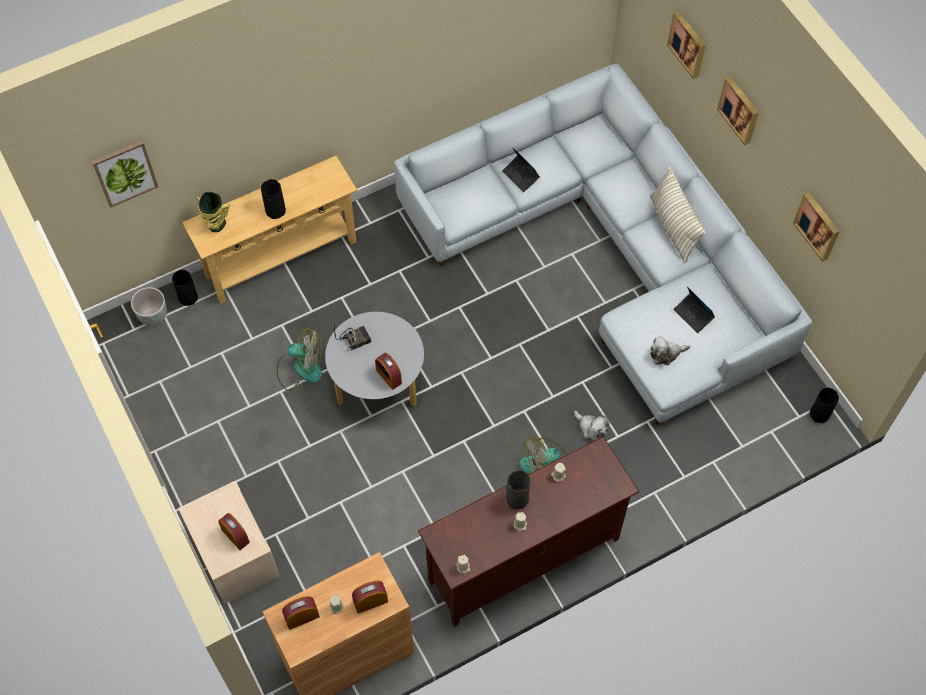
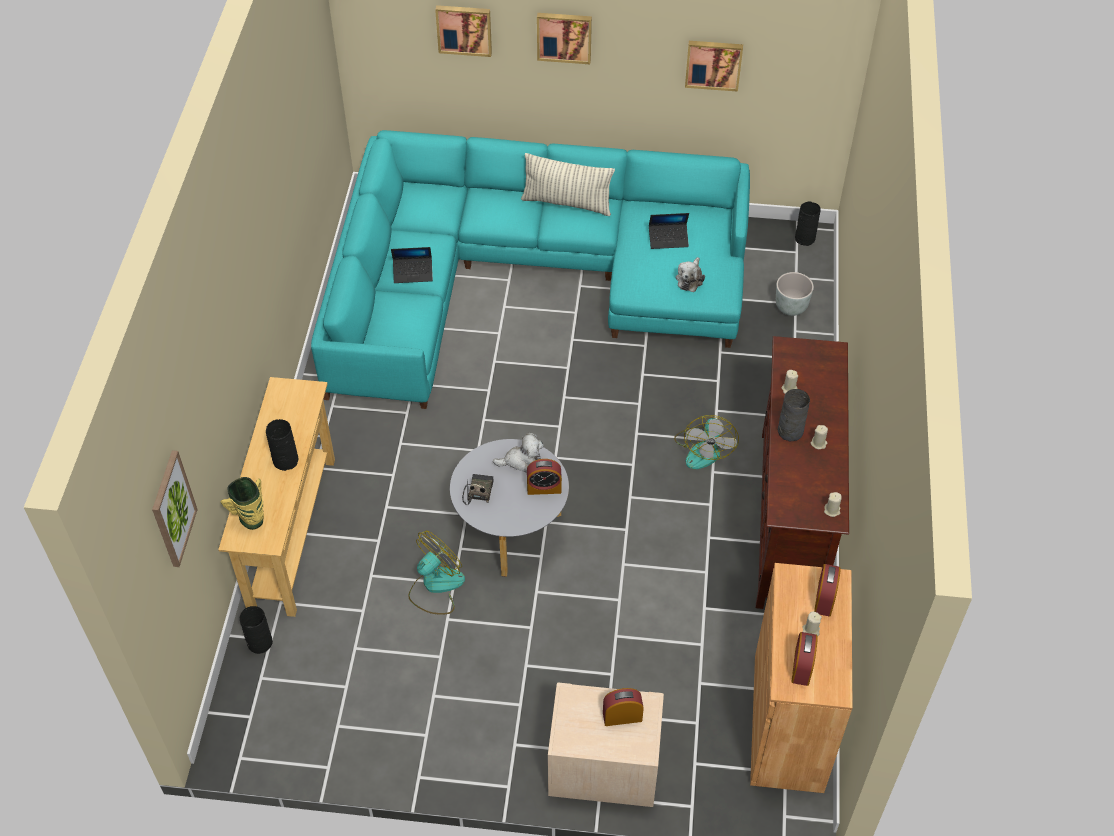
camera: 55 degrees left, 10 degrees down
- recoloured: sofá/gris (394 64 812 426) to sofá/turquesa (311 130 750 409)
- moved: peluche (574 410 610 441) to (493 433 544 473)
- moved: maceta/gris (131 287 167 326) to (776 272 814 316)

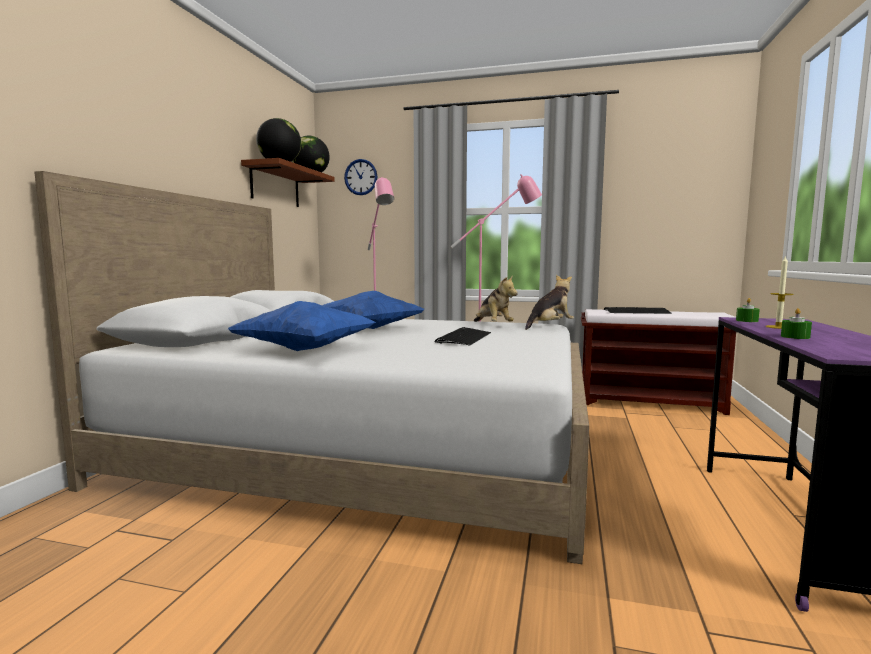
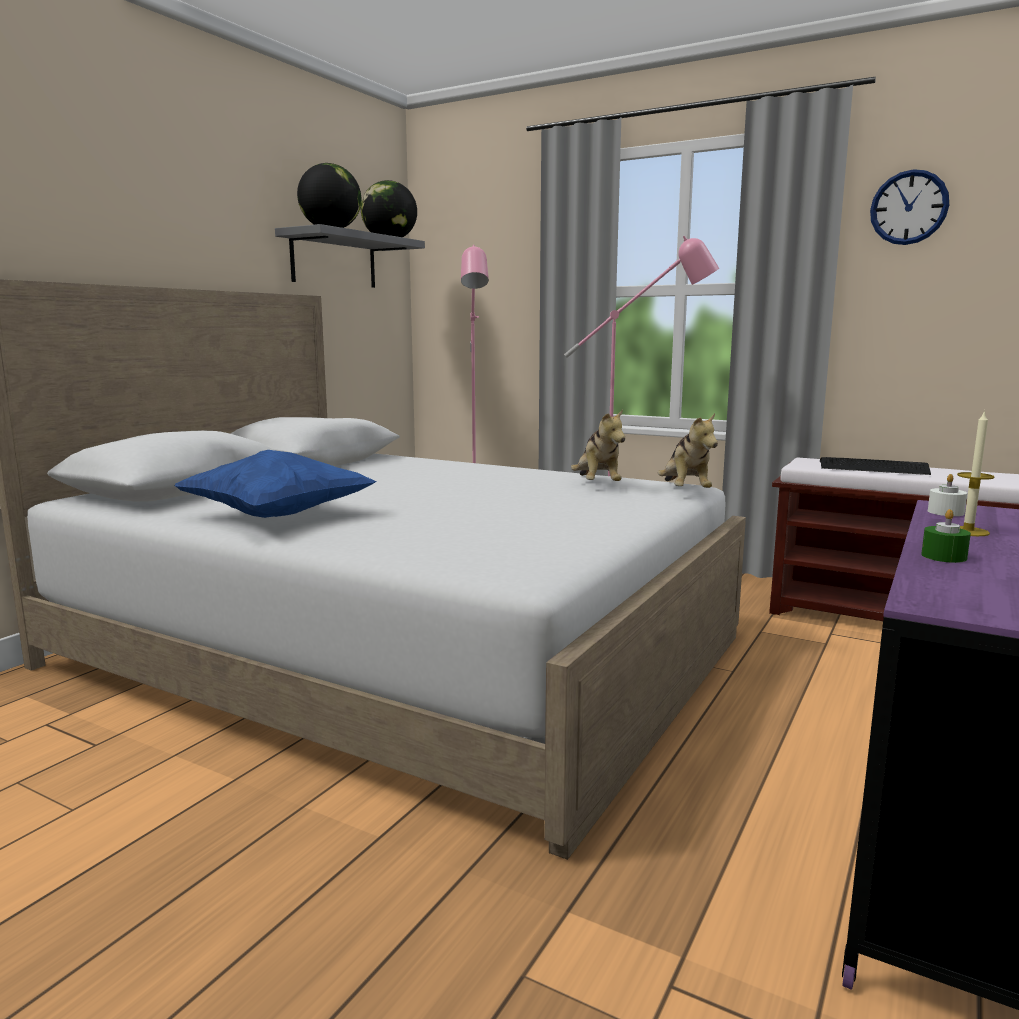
camera: 15 degrees right, 5 degrees up
- recoloured: estante/marrón (241 158 335 207) to estante/gris (275 224 425 288)
- turned: peluche (525 275 574 330) = (658 413 718 488) 105 degrees clockwise
- moved: reloj de pared (344 159 378 195) to (870 169 949 245)
- recoloured: vela/verde (736 298 760 322) to vela/blanco (928 474 967 516)
- removed: cojín/azul (322 291 424 329)
- removed: teclado (435 327 491 345)

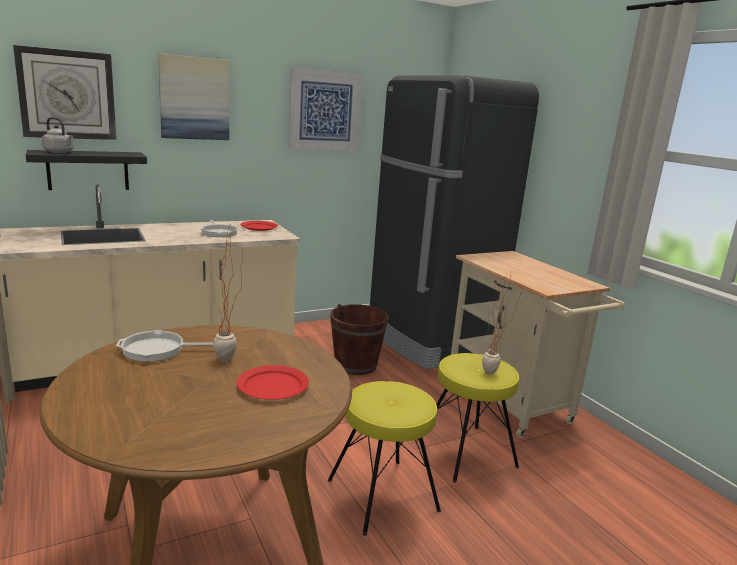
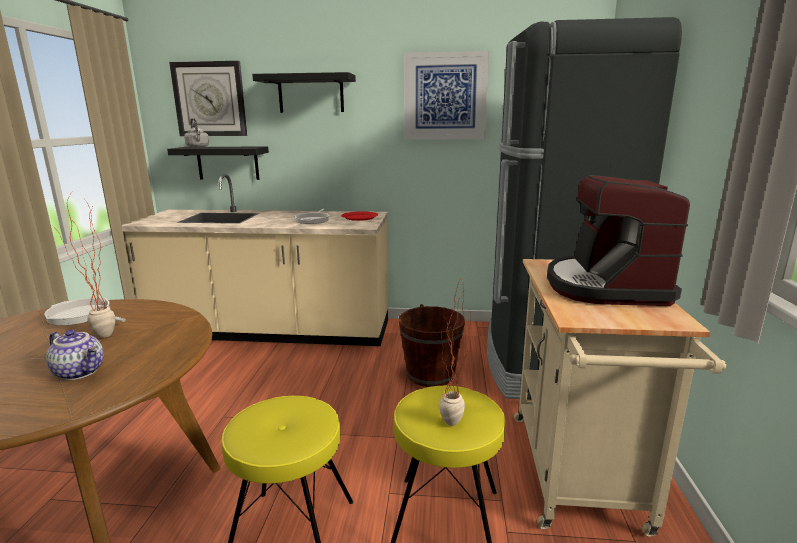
camera: 35 degrees right, 0 degrees up
- replaced: plato/rojo (237 365 309 400) to tetera (46 330 104 380)
- replaced: cuadro (158 53 229 140) to estante/negro (252 72 356 113)
- added: cafetera (547 175 690 306)

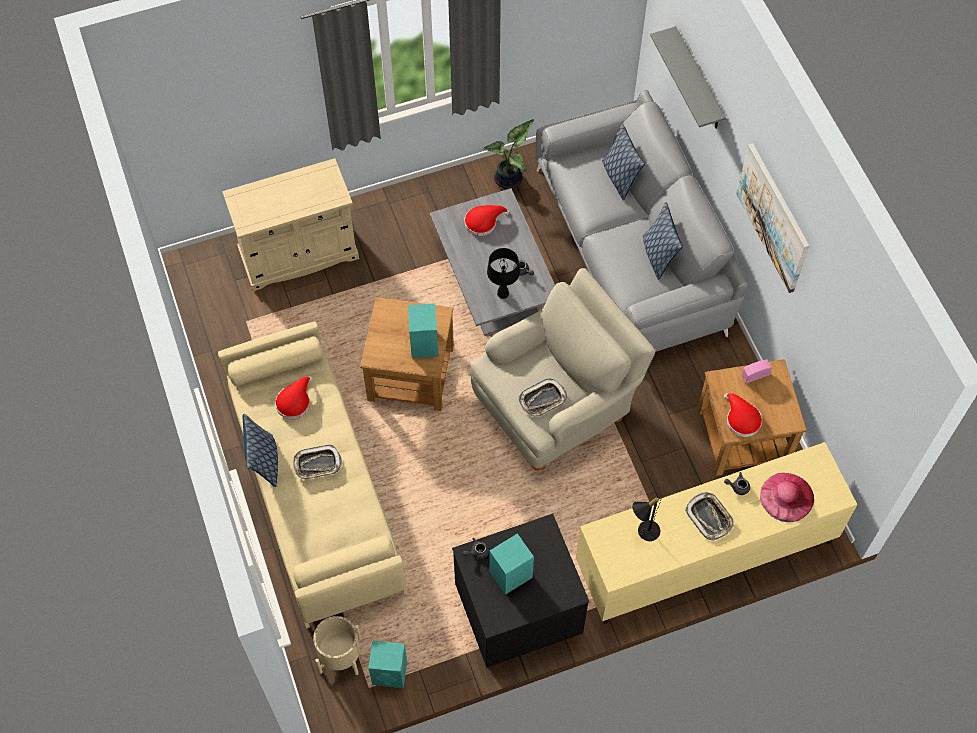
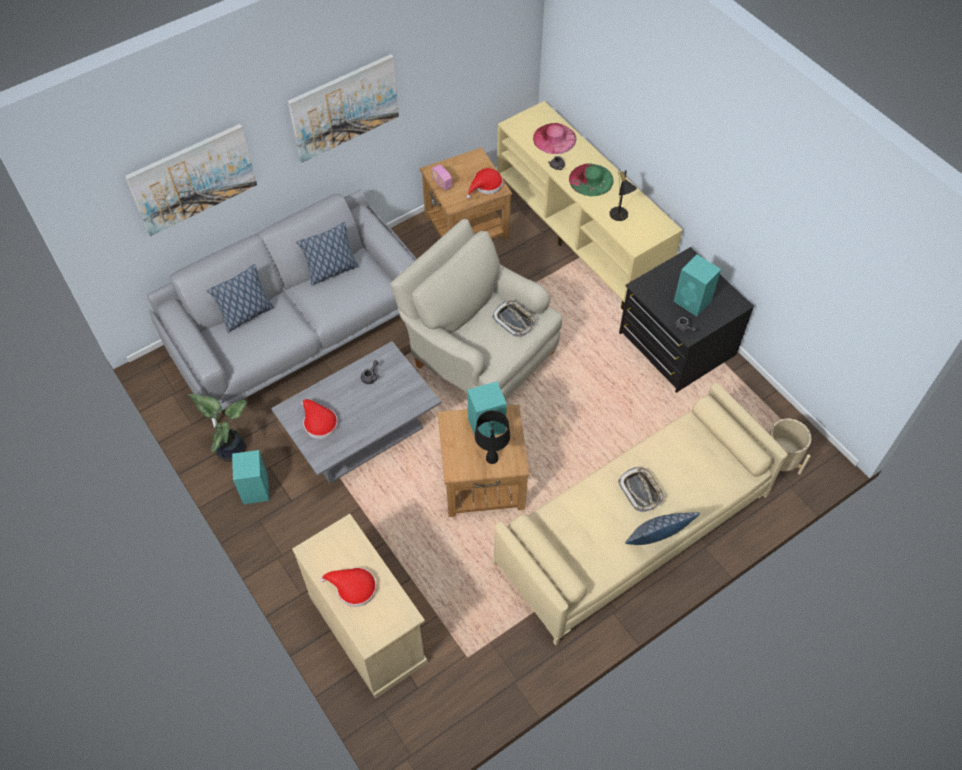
camera: 105 degrees left, 5 degrees down
- replaced: estante/gris (650 26 726 129) to cuadro (125 124 257 236)
- moved: altavoz/turquesa (368 640 407 688) to (232 450 269 504)
- moved: sombrero/rojo (275 377 313 419) to (320 567 377 607)
- moved: lámpara de mesa/negro (487 248 520 299) to (475 410 510 464)
- replaced: bandeja (685 492 735 541) to sombrero/verde (569 163 613 196)

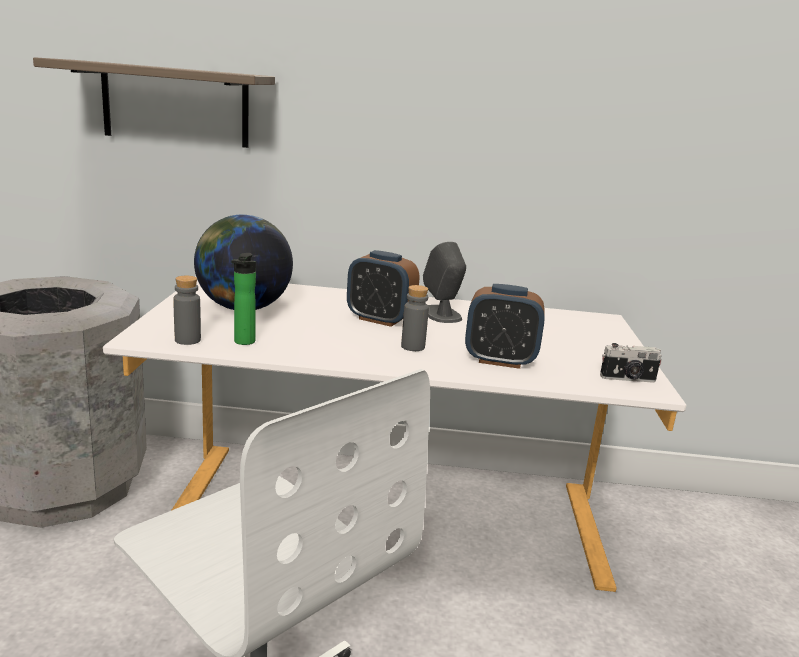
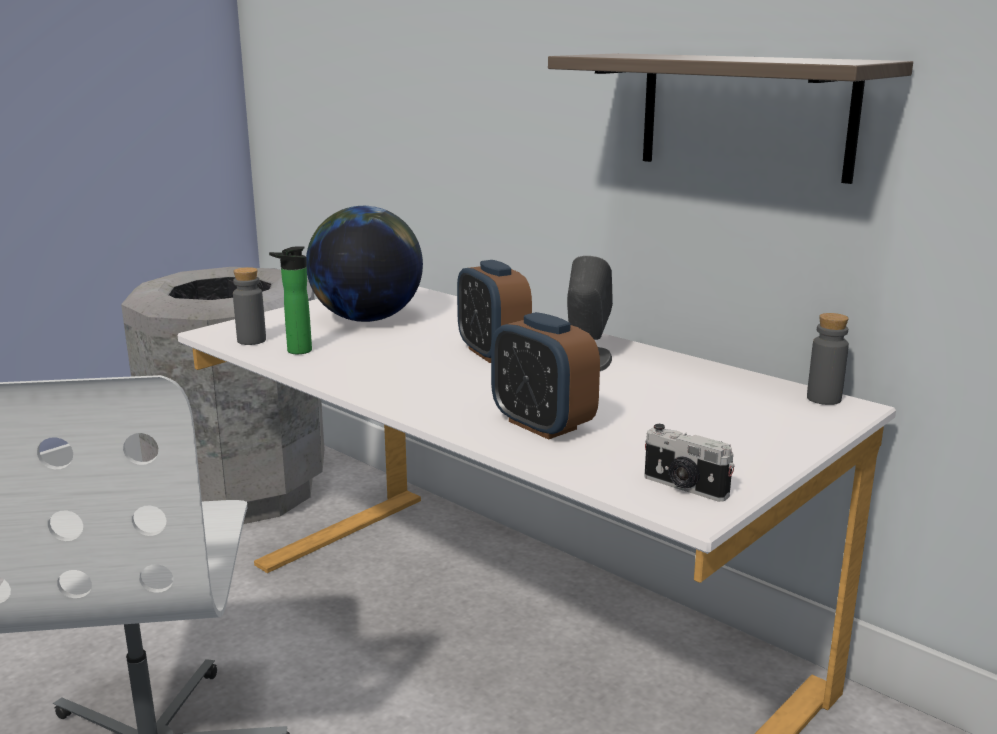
camera: 40 degrees right, 0 degrees up
- moved: estante (33 57 275 148) to (548 53 913 184)
- moved: botella/gris (401 285 429 351) to (807 313 849 405)

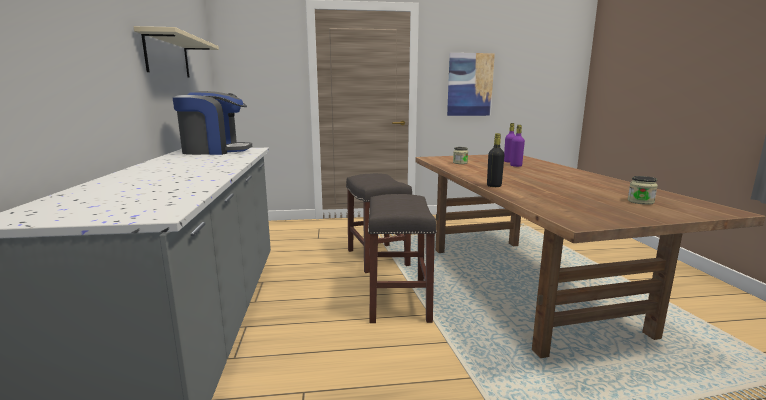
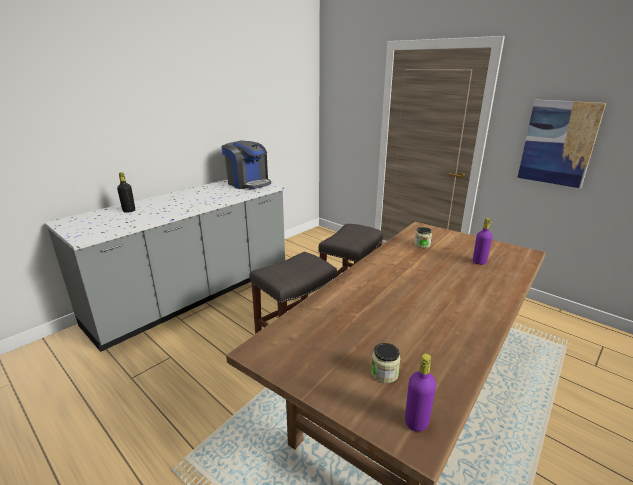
camera: 50 degrees right, 10 degrees up
- moved: botella/negro (487 133 505 187) to (117 172 135 213)
- moved: botella/morado (510 125 525 167) to (405 353 436 432)
- removed: estante/beis (134 26 219 78)

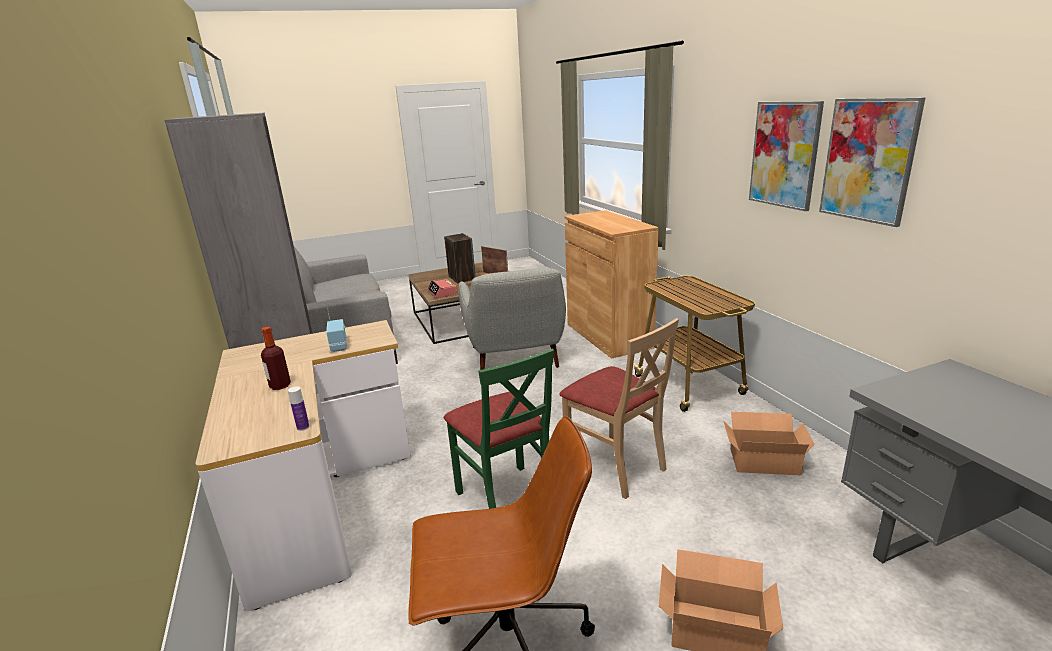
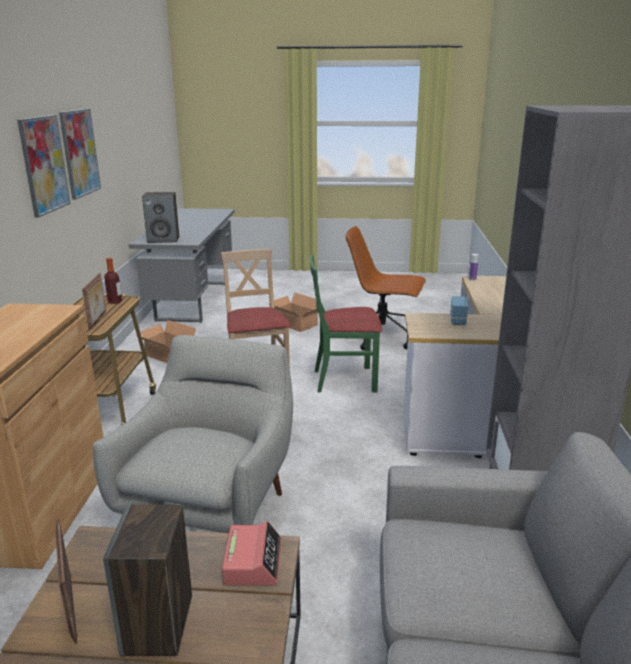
camera: 155 degrees left, 0 degrees up
- added: portarretratos (82 273 106 330)
- moved: botella (261 327 291 390) to (104 258 122 304)
- added: altavoz (142 192 179 243)
- turned: silla/verde (444 349 554 509) = (310 255 382 393) 90 degrees counterclockwise

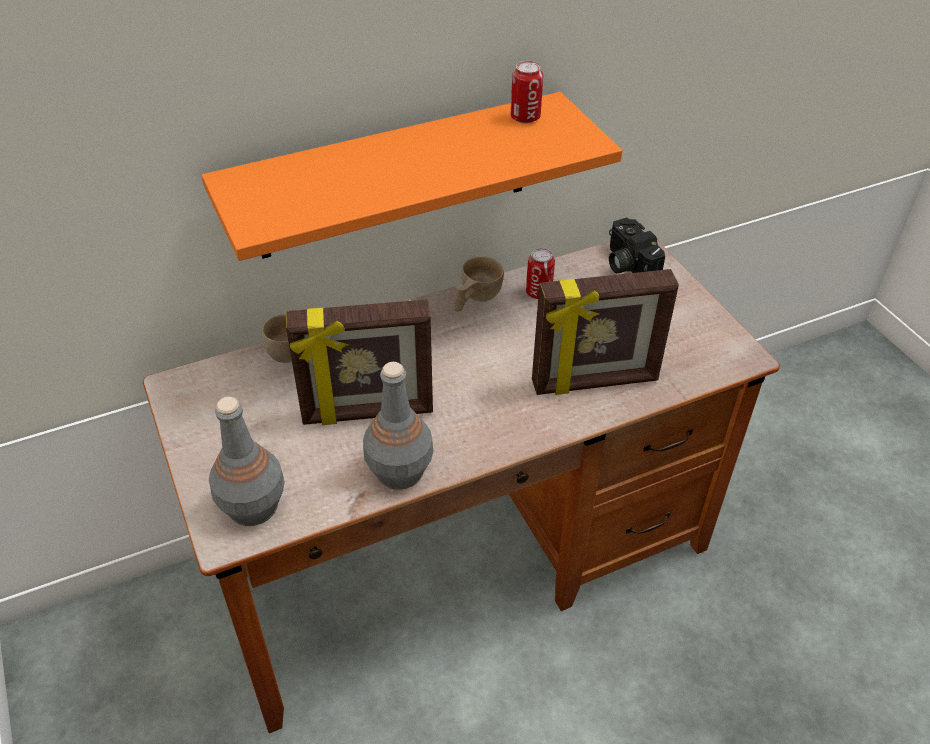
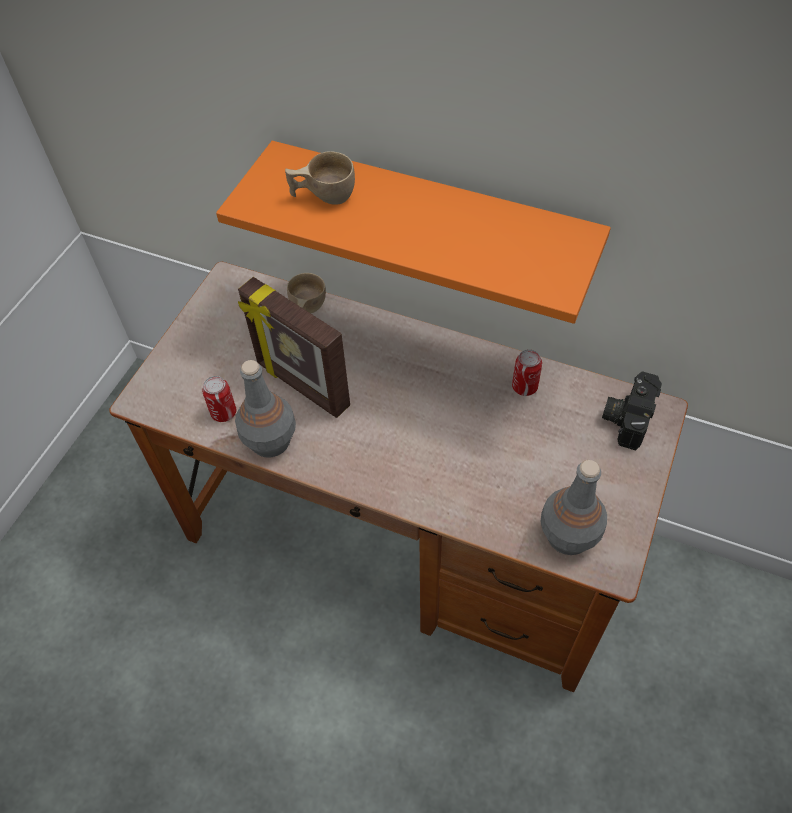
camera: 50 degrees right, 10 degrees up
- moved: lata (511 61 543 124) to (202 376 236 422)
- moved: taza/beis (454 256 504 312) to (285 151 355 205)
- moved: botella/gris (209 397 285 526) to (541 460 607 555)
- removed: portarretratos (532 269 679 395)

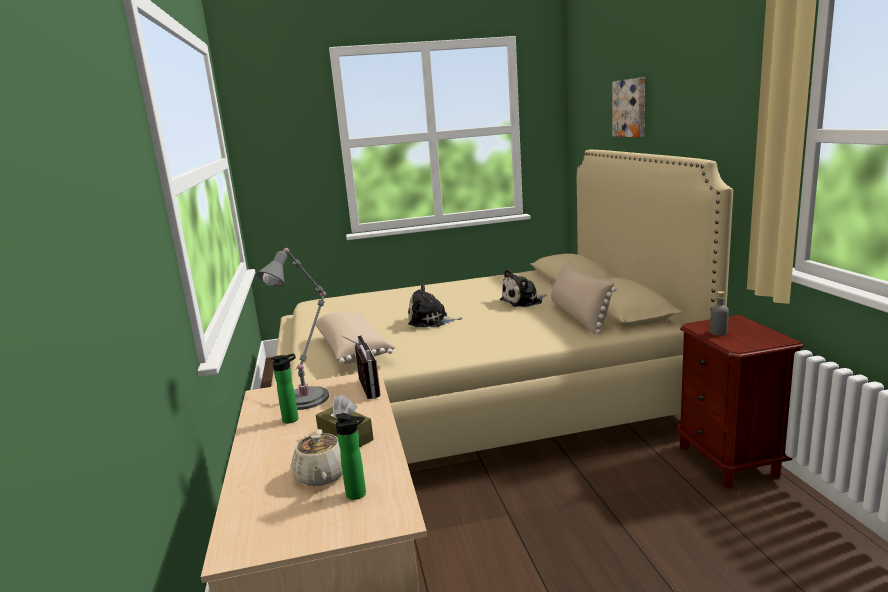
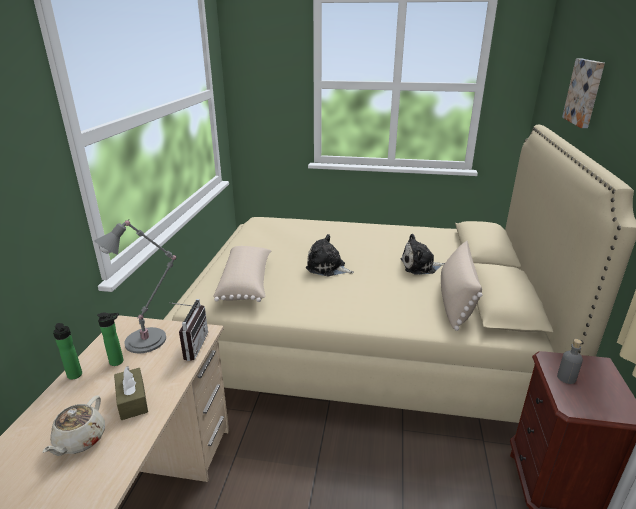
camera: 20 degrees right, 10 degrees up
- moved: botella (336 413 366 500) to (53 323 82 380)

